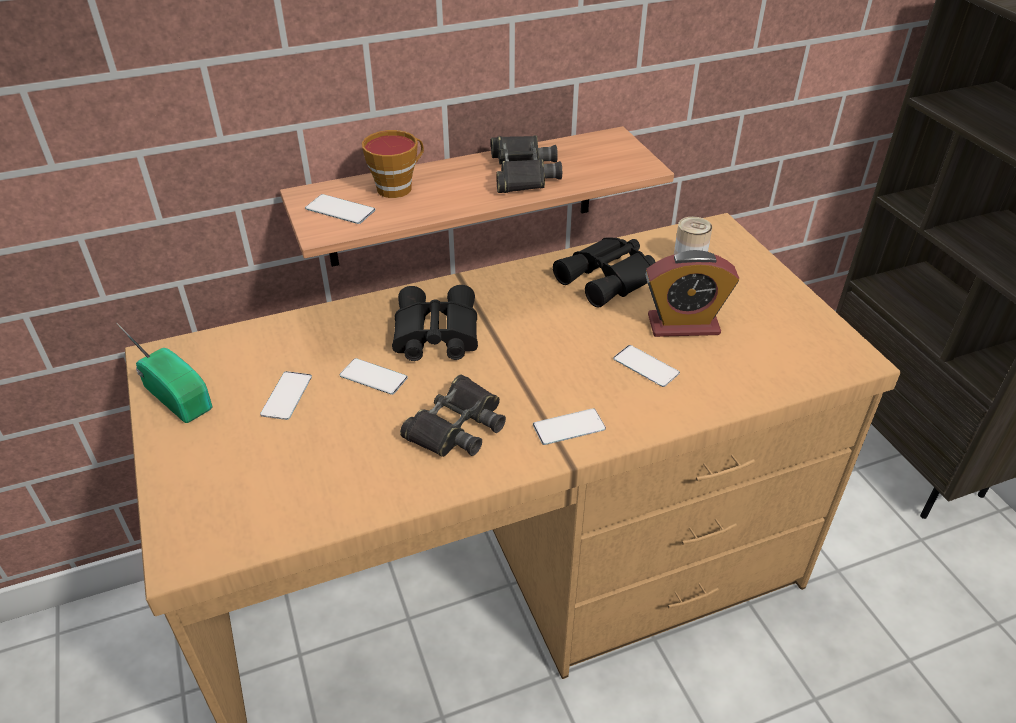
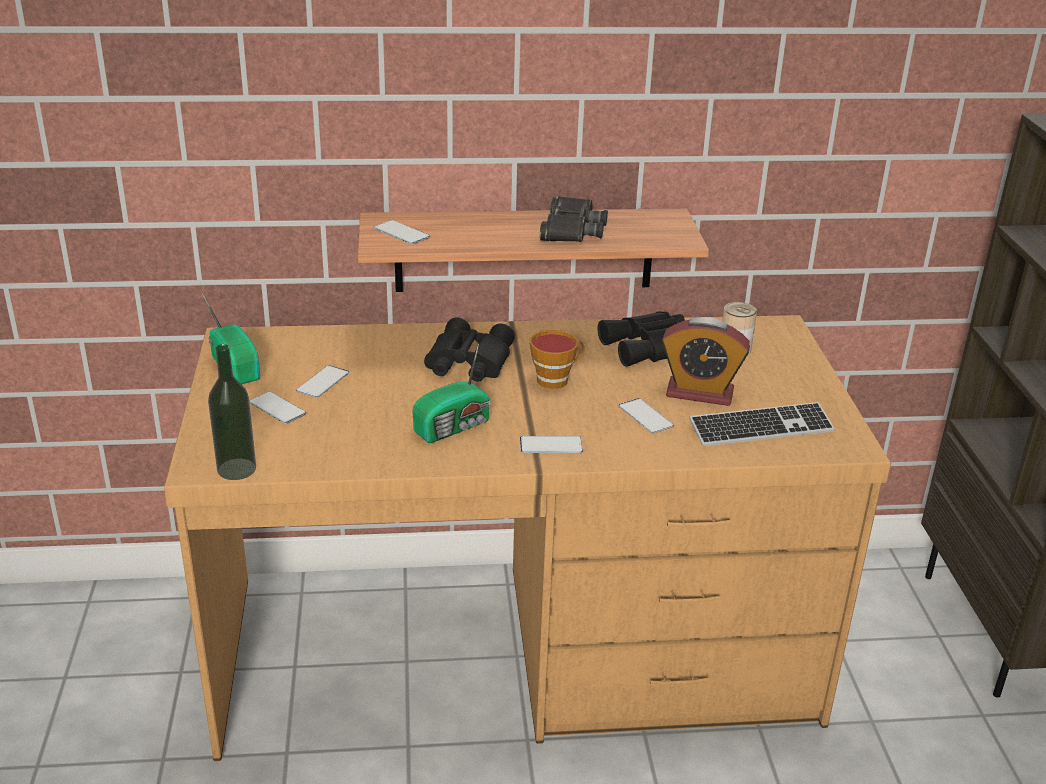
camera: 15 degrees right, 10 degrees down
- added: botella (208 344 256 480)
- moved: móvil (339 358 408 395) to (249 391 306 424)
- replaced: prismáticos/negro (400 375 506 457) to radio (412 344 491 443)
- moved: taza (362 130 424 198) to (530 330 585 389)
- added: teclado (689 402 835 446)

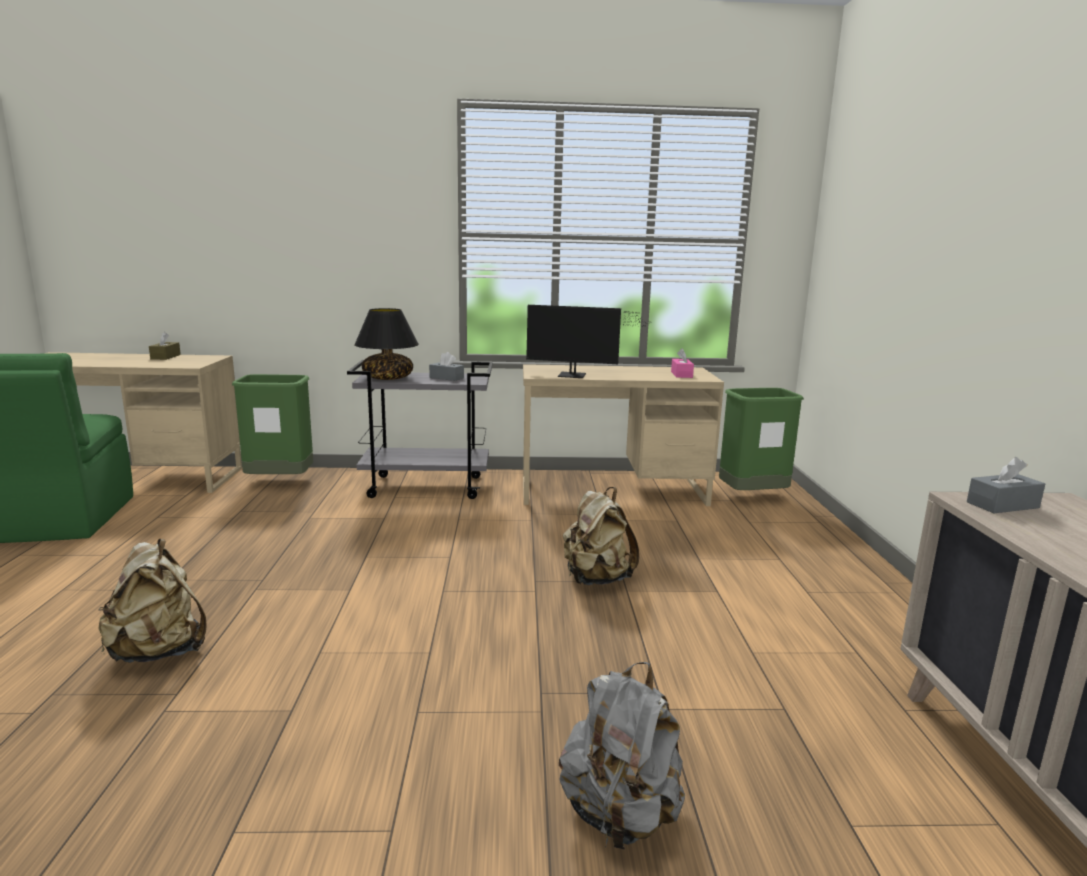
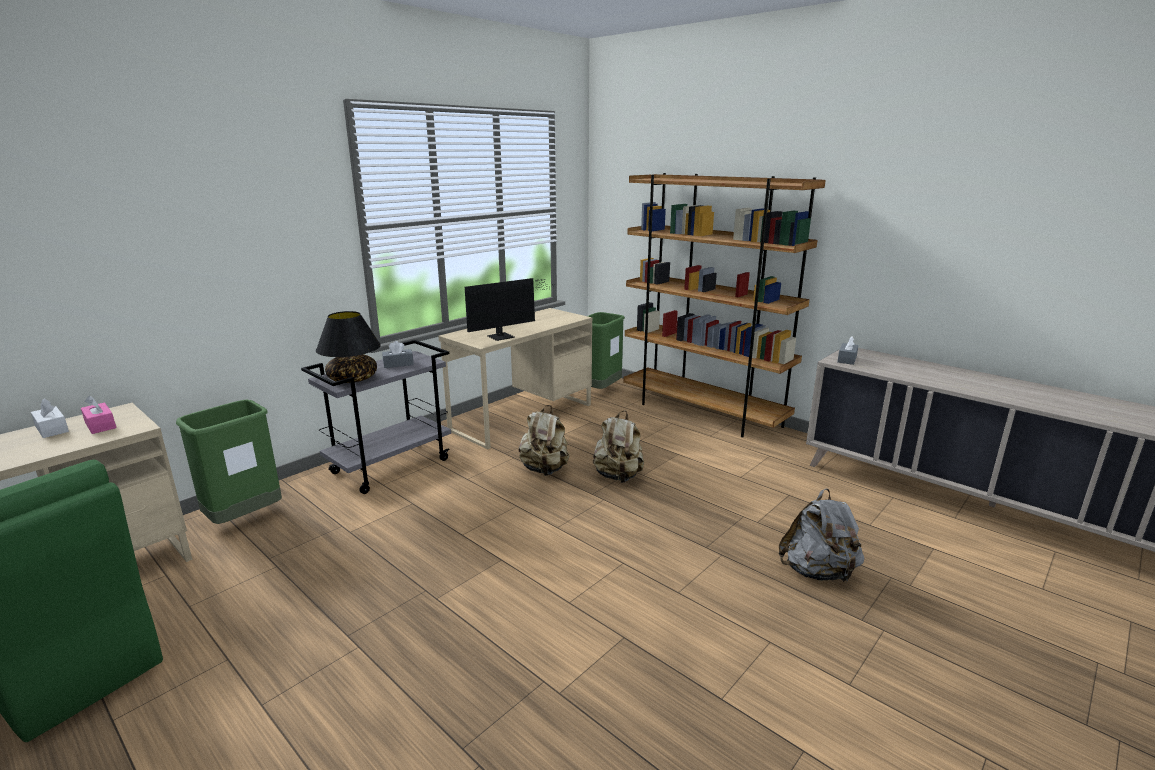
camera: 45 degrees left, 5 degrees up
- recoloured: caja de pañuelos/marrón (149 332 181 360) to caja de pañuelos/blanco (31 398 69 438)
- moved: caja de pañuelos/rosa (671 348 694 378) to (81 396 116 434)
- moved: mochila/beis (98 539 207 663) to (519 405 569 476)
- added: estantería/marrón (623 173 826 437)

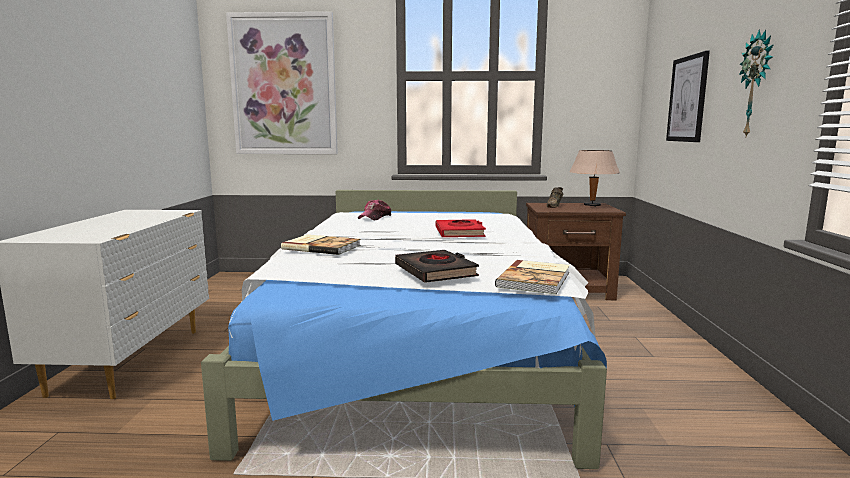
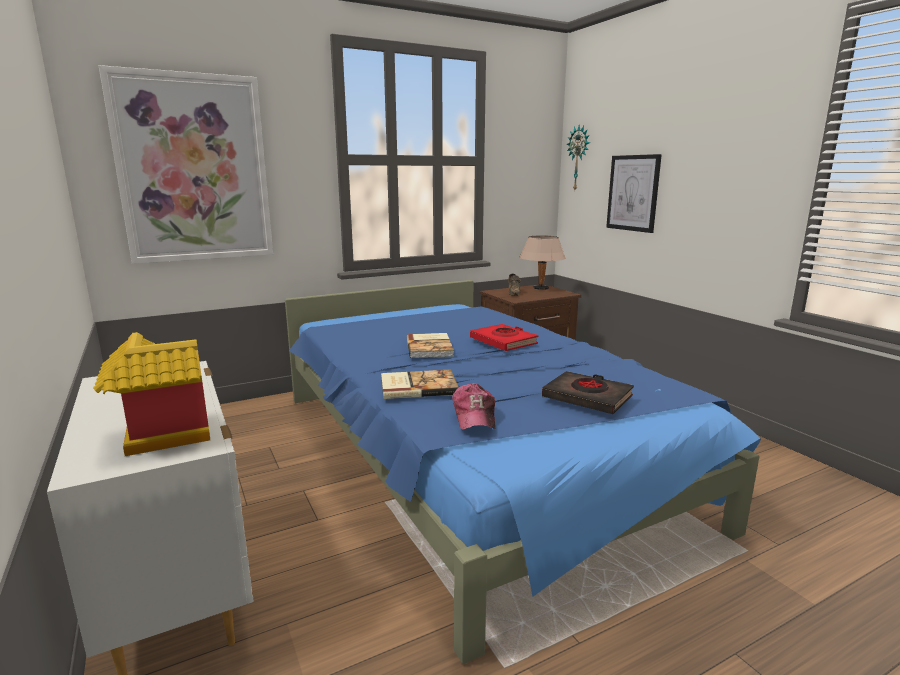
camera: 30 degrees left, 5 degrees up
- added: casita (93 332 210 456)
- recoloured: cama/blanco (201 190 607 469) to cama/azul (285 280 761 664)
- moved: libro (495 260 570 294) to (407 333 454 358)
- moved: gorra (358 200 391 220) to (452 383 496 430)
- moved: reloj de pared (739 29 774 136) to (567 125 590 190)

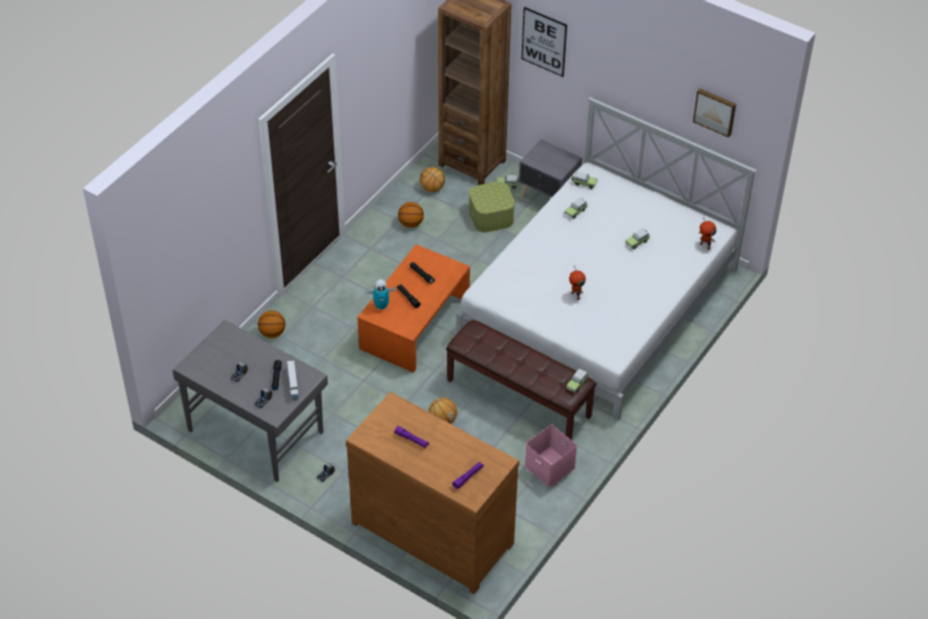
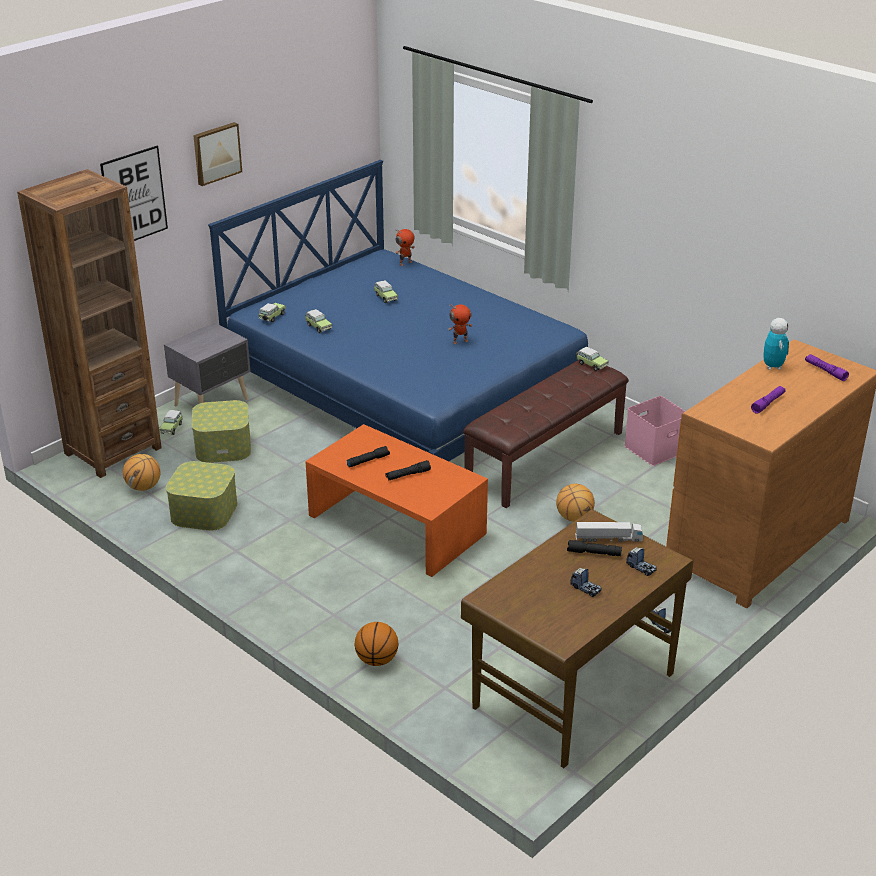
camera: 80 degrees left, 15 degrees down
- replaced: balón de baloncesto (398 202 424 228) to caja de almacenaje (166 461 238 531)
- moved: cuadro (693 89 736 138) to (193 122 242 186)
- recoloured: cama/blanco (456 97 757 421) to cama/azul (208 160 588 461)
- recoloured: escritorio/gris (172 320 328 482) to escritorio/marrón (461 509 694 768)
- moved: robot de juguete (365 279 397 310) to (763 318 789 370)

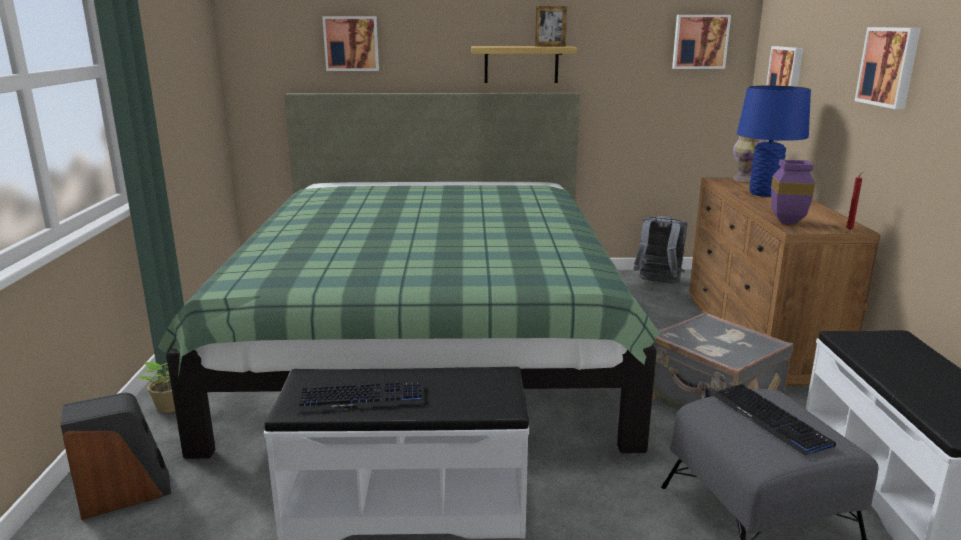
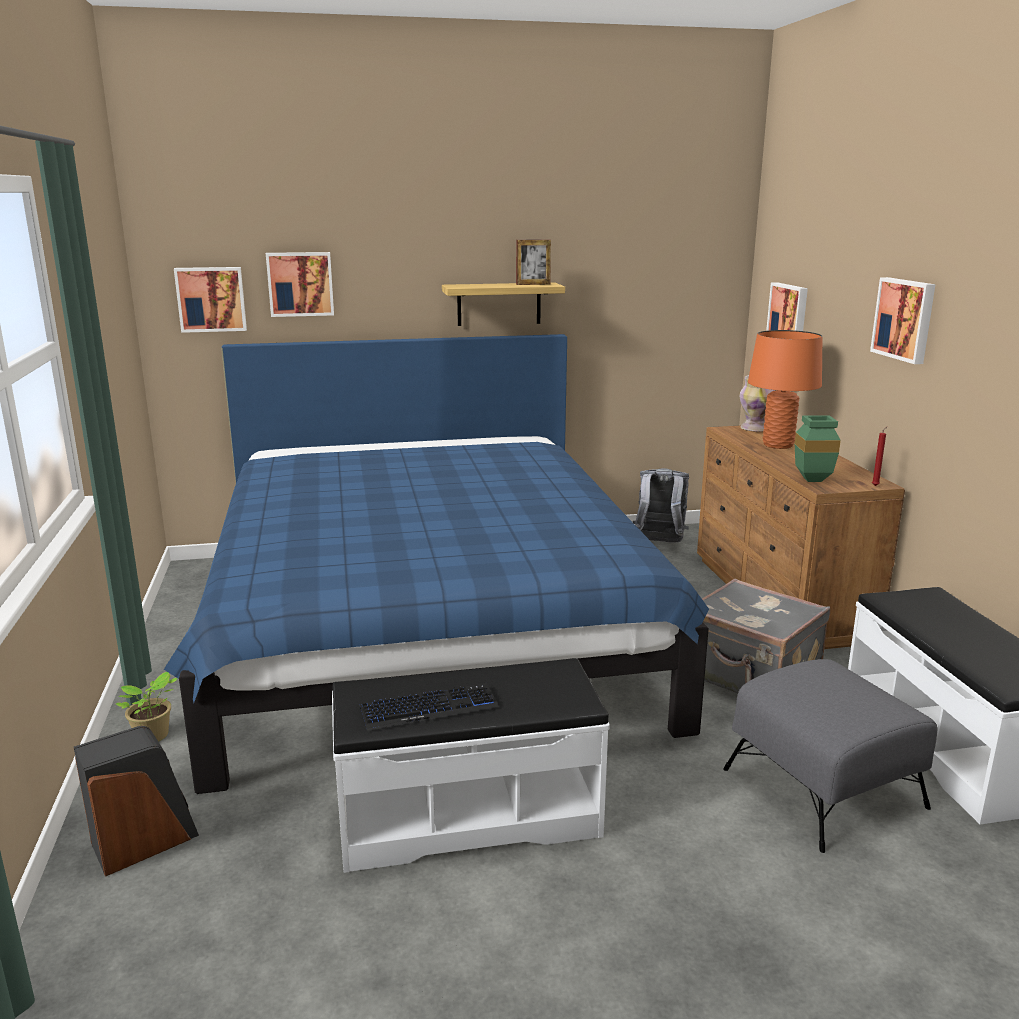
camera: 10 degrees left, 0 degrees up
- recoloured: cama/verde (158 93 660 459) to cama/azul (164 334 709 794)
- moved: cuadro (672 15 731 69) to (174 267 247 333)
- recoloured: lámpara de mesa/azul (737 85 811 197) to lámpara de mesa/naranja (748 330 822 449)
- recoloured: florero/morado (771 160 815 224) to florero/verde (795 415 841 482)
- removed: teclado (712 384 836 455)

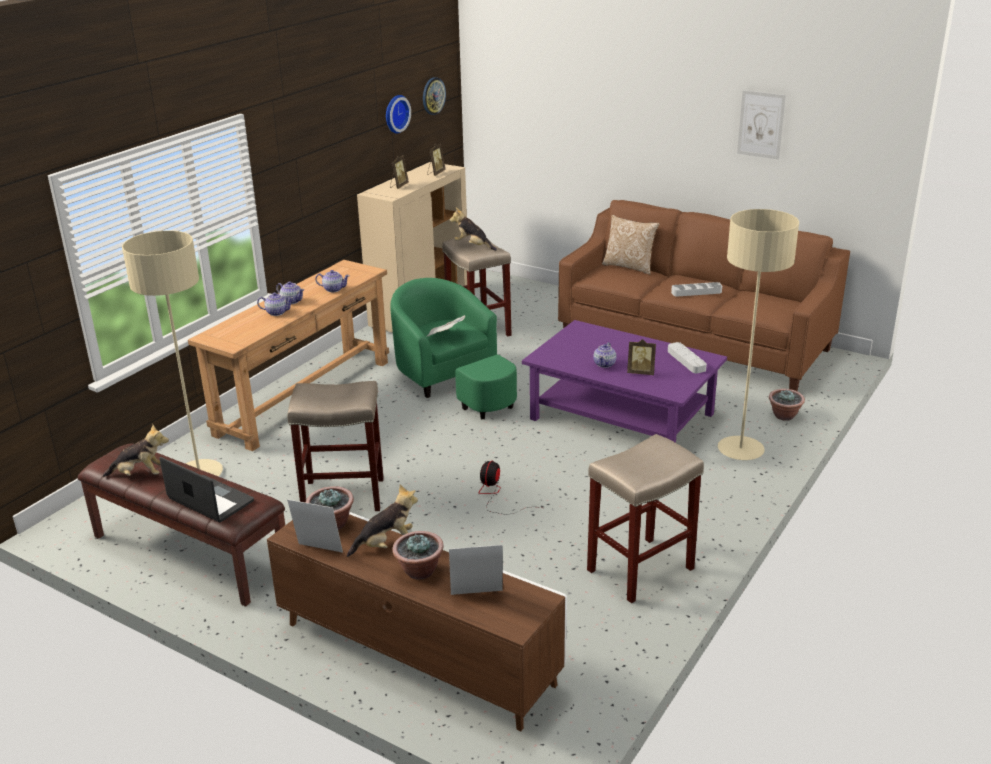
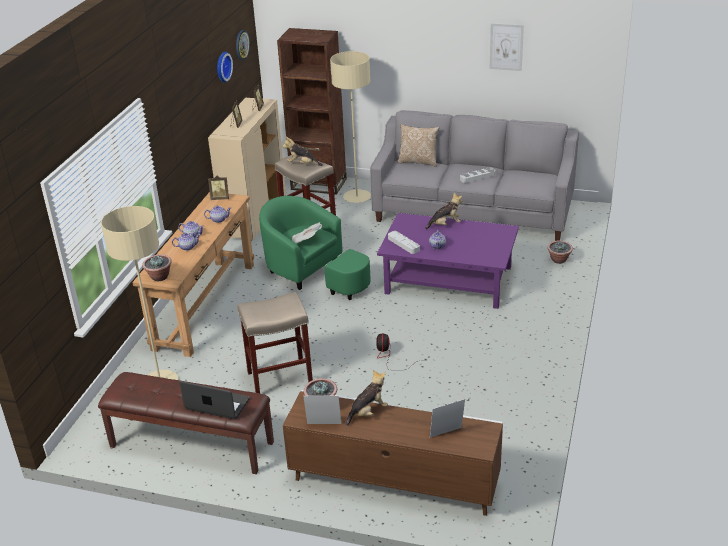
camera: 15 degrees left, 5 degrees up
- moved: planta en maceta (392 531 444 580) to (142 254 172 281)
- moved: portarretratos (627 339 656 375) to (208 176 229 200)
- added: estantería/marrón (277 28 347 195)
- moved: lámpara de pie/beis (718 209 799 460) to (330 51 371 203)
- recoloured: sofá/marrón (558 200 850 391) to sofá/gris (370 110 579 241)
- moved: bandeja/gris (668 342 707 373) to (388 231 420 254)
- moved: peluche (103 424 169 477) to (425 193 462 230)
- removed: taburete/beis (587 434 704 603)

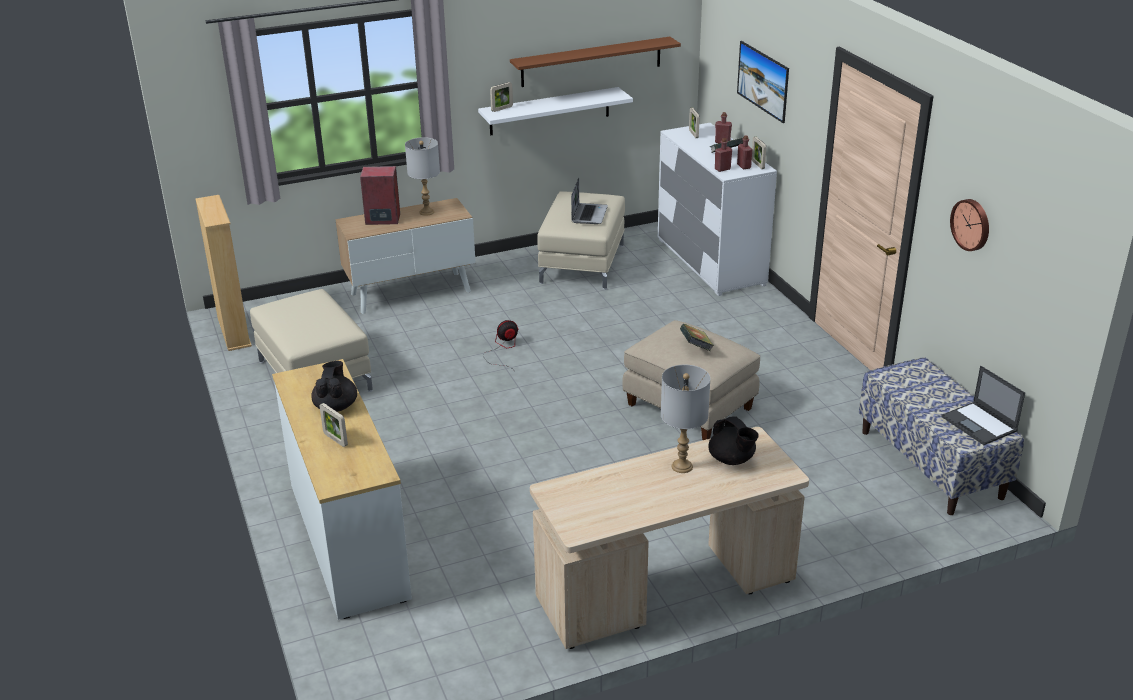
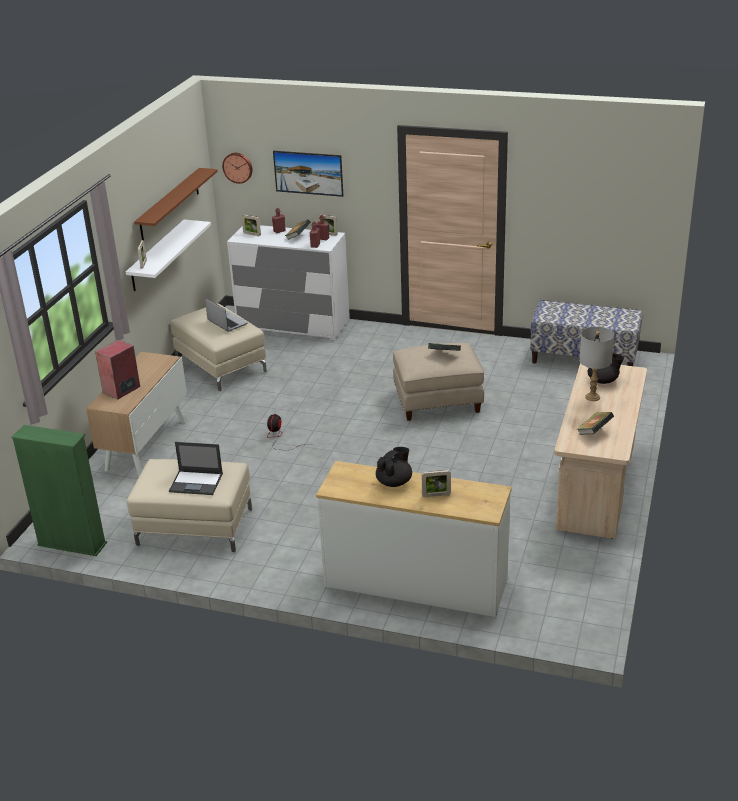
camera: 50 degrees left, 0 degrees up
- recoloured: estantería/beis (195 195 252 351) to estantería/verde (11 425 107 556)
- moved: portátil (942 366 1025 445) to (169 442 223 495)
- moved: reloj de pared (950 199 989 251) to (222 153 253 184)
- turned: tetera/negro (311 361 357 412) = (376 447 412 487) 90 degrees clockwise
- added: libro (577 412 614 435)
- removed: lámpara de mesa/gris (405 137 440 216)

